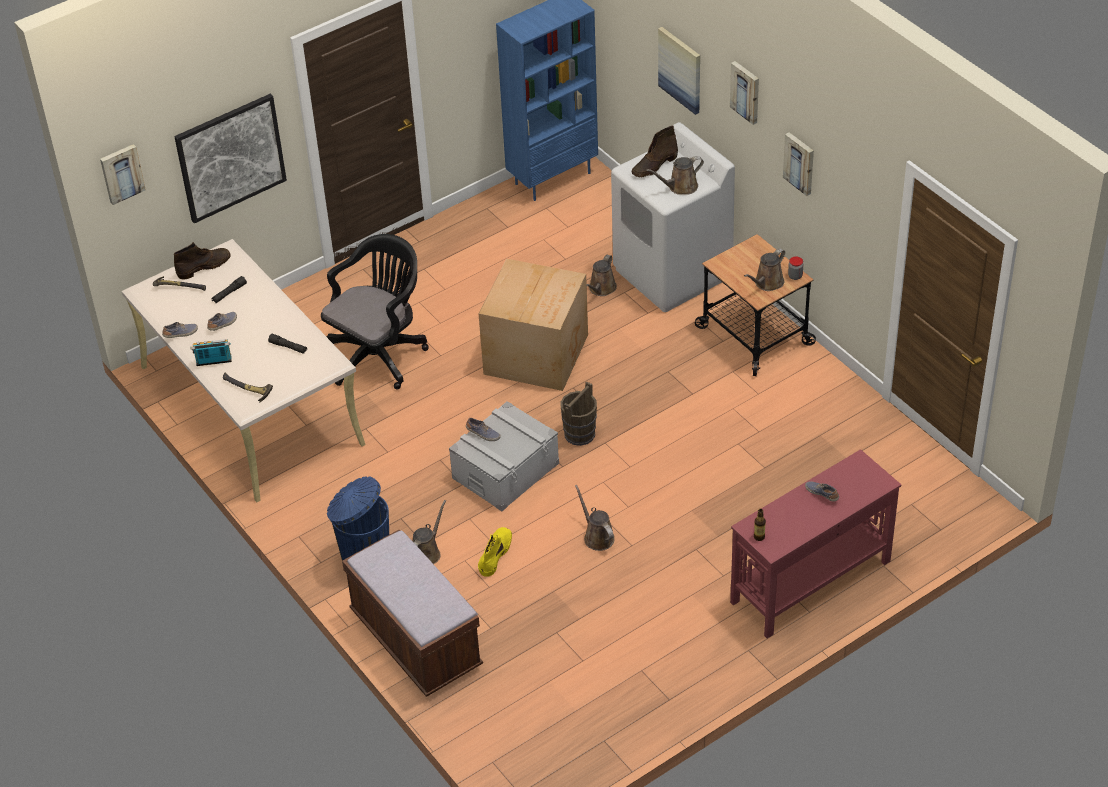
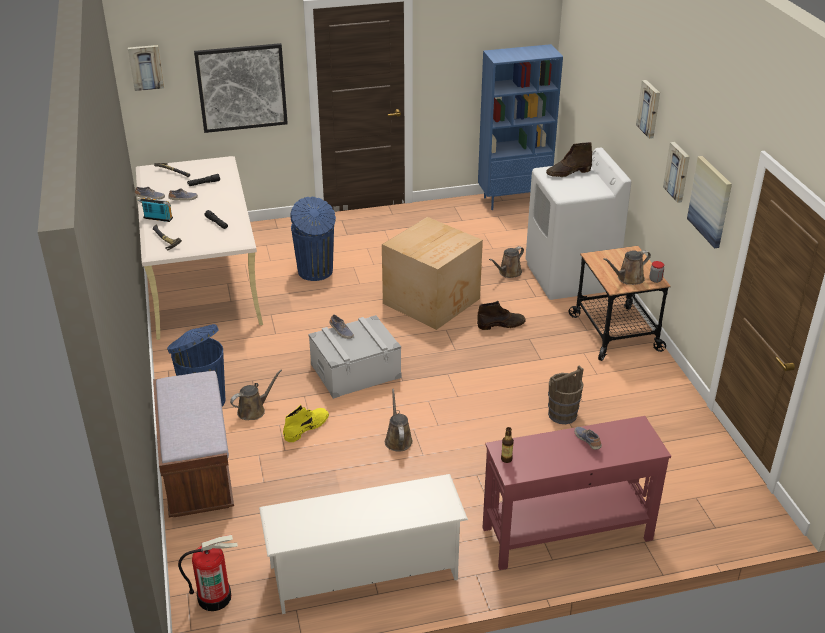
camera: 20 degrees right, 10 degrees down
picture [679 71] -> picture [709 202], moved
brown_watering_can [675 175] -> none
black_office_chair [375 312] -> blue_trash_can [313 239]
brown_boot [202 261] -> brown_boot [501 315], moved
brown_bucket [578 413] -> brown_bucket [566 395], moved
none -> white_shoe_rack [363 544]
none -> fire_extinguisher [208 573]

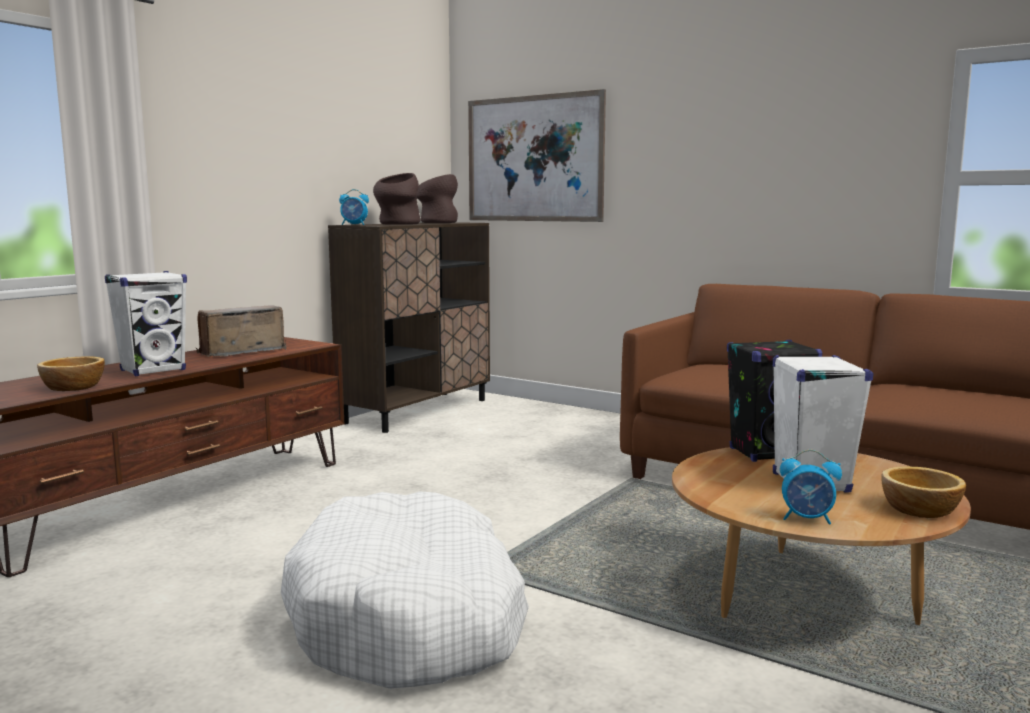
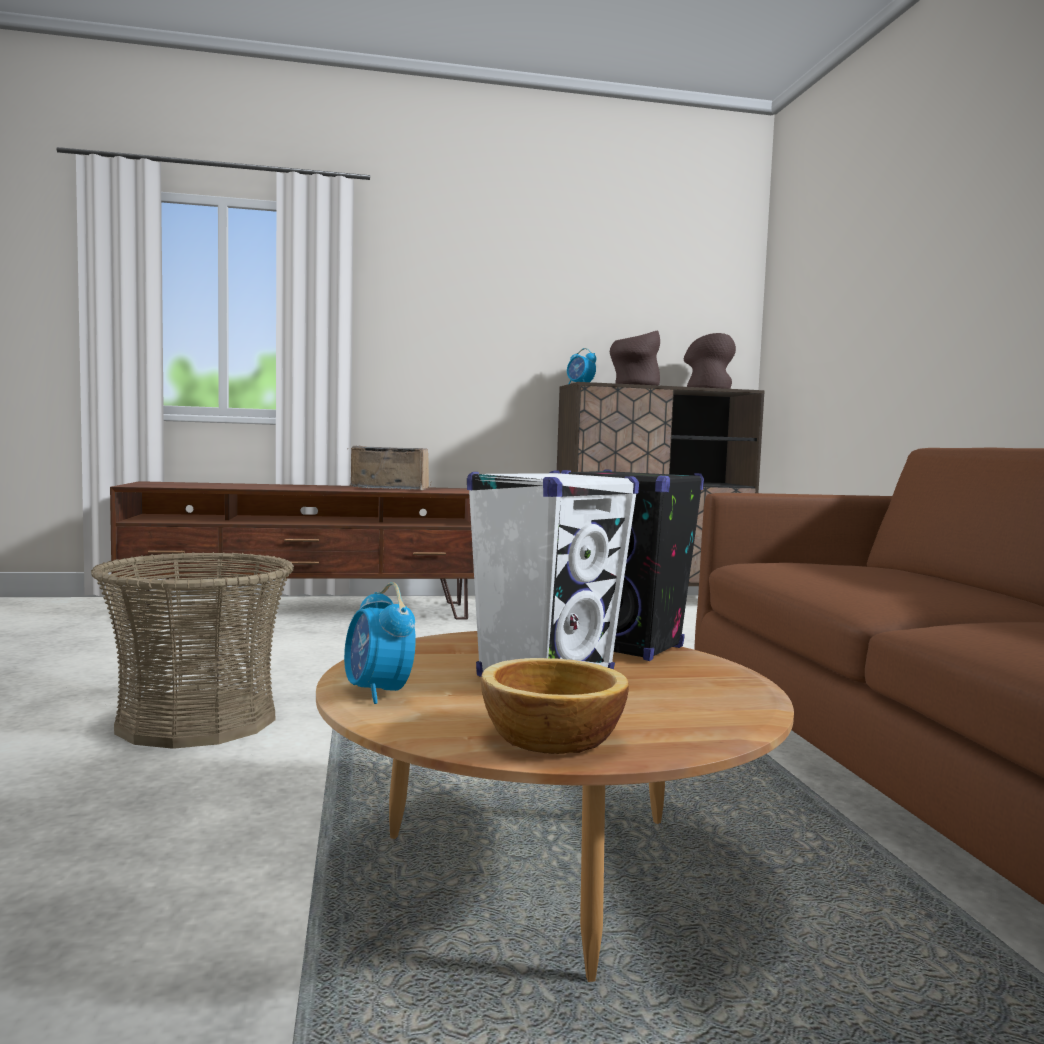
camera: 45 degrees right, 5 degrees down
picture [537 155] -> none
white_speaker [146 323] -> none
bowl [71 373] -> none
white_dog_bed [405 590] -> basket [192 650]

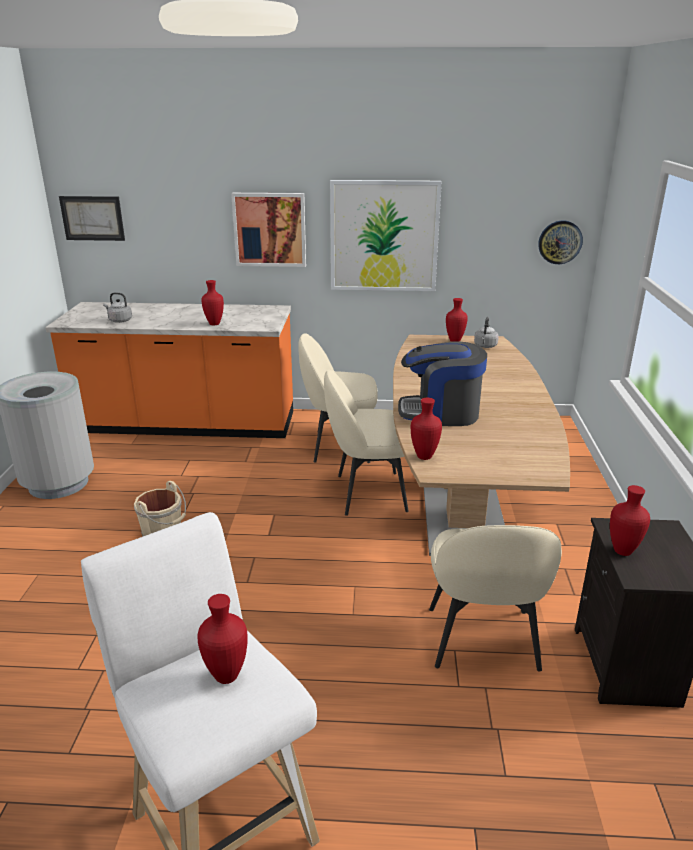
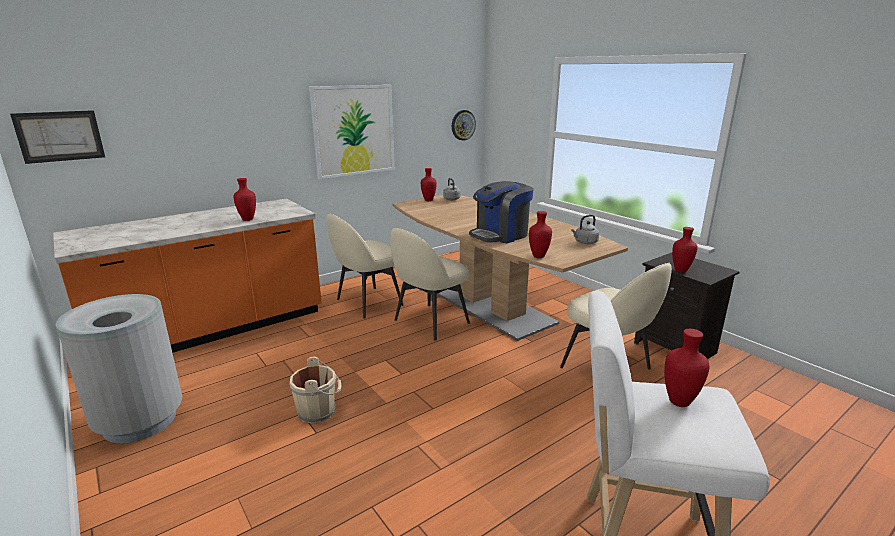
camera: 40 degrees left, 5 degrees down
picture [268 230] -> none
grey_kettle [117 307] -> grey_kettle [585 229], moved

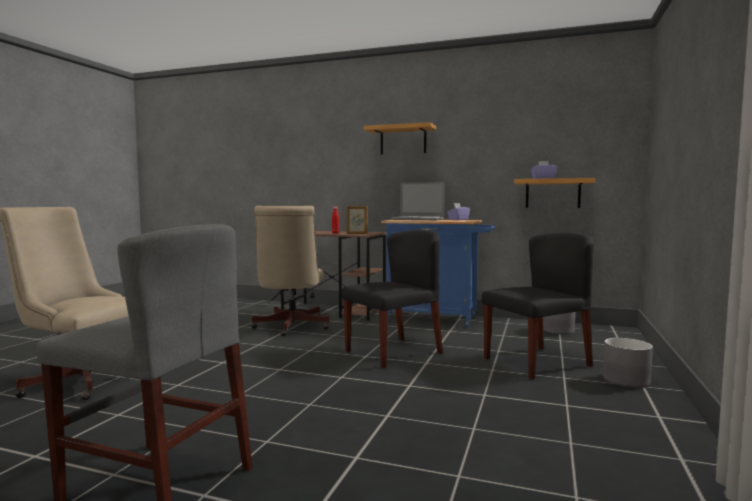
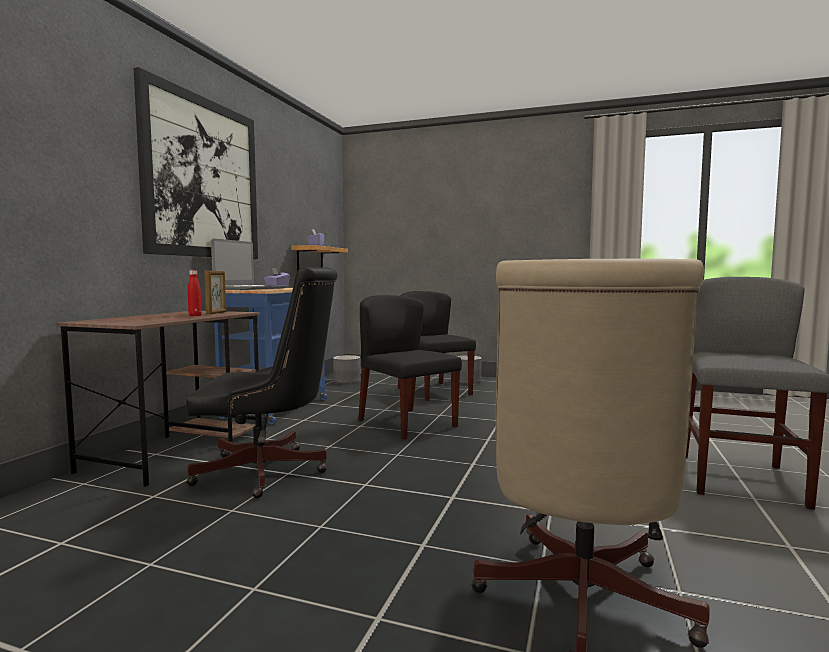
camera: 90 degrees left, 0 degrees up
shelf [400 138] -> picture [196 163]
beige_office_chair [290 271] -> black_office_chair [262 382]

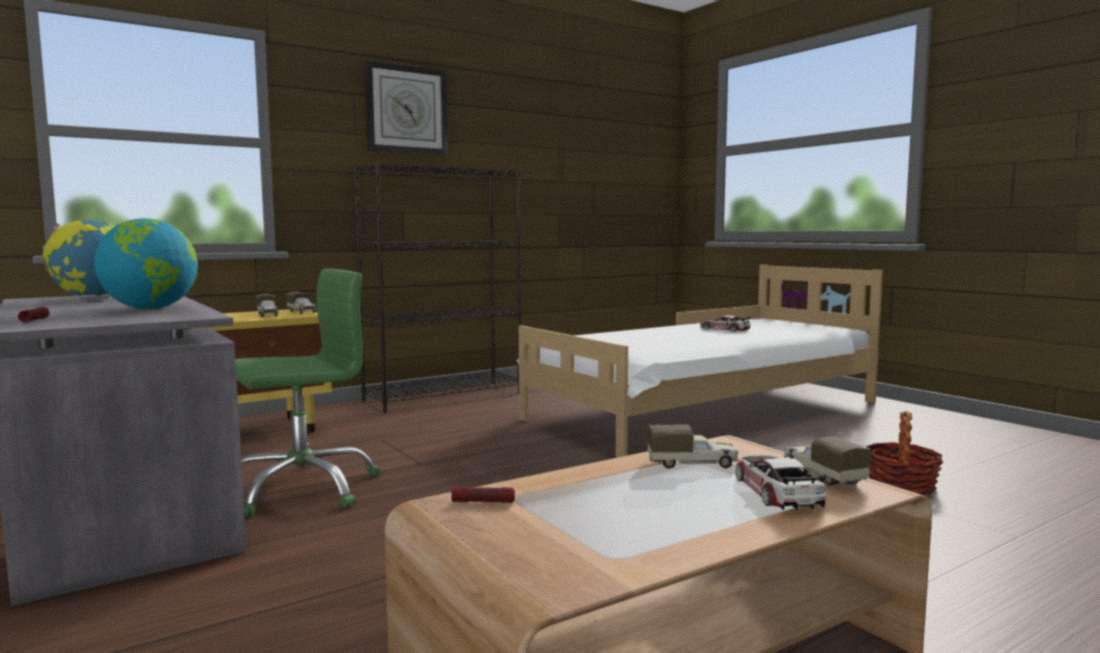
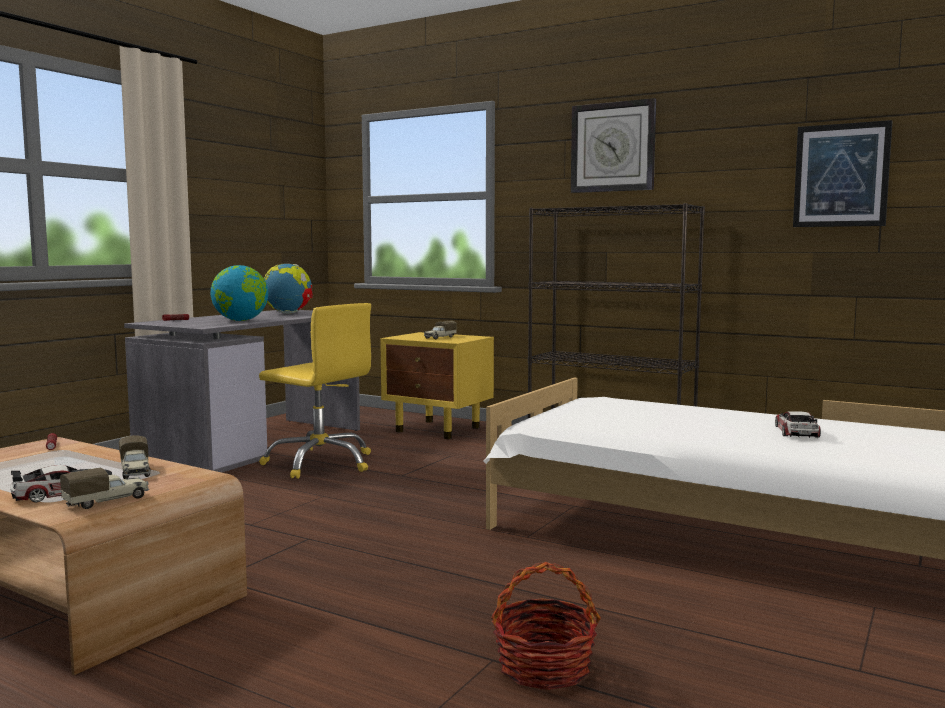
camera: 65 degrees right, 0 degrees up
green_office_chair [308 392] -> yellow_office_chair [315 391]
toy_truck [301 302] -> none
none -> picture [842 173]

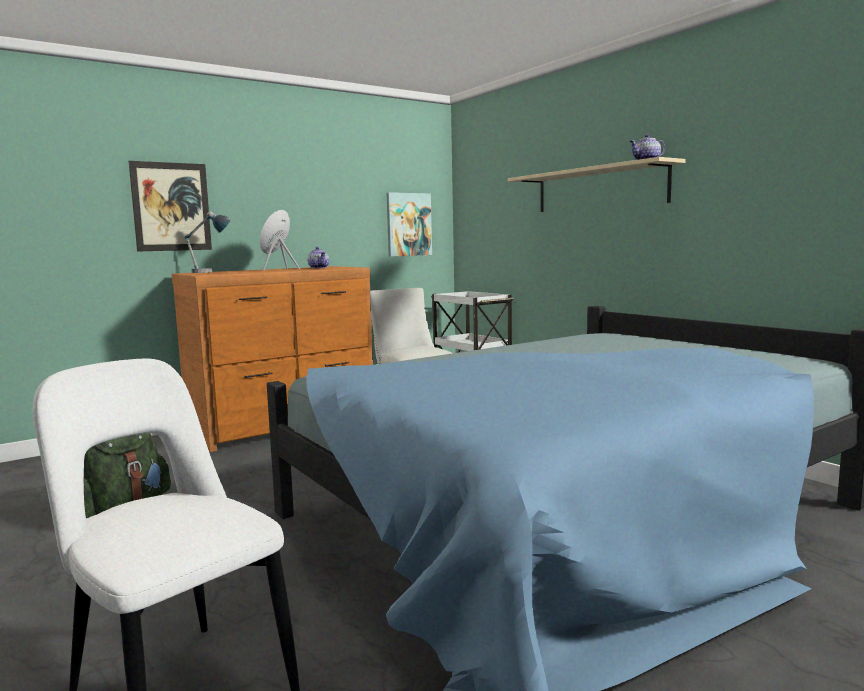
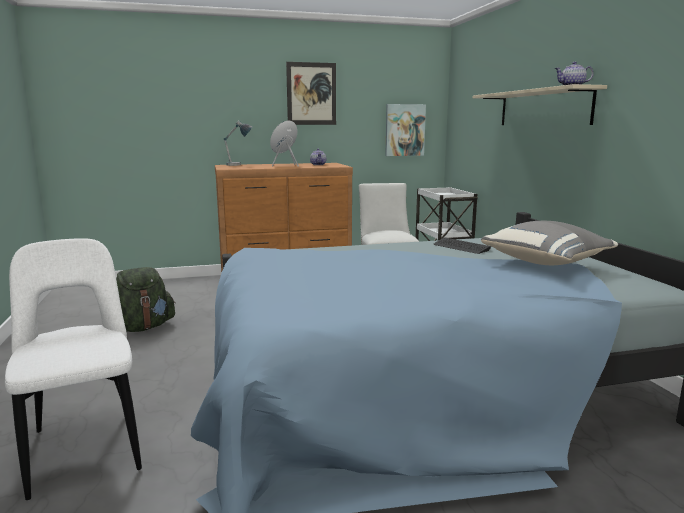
camera: 20 degrees right, 5 degrees up
picture [170 206] -> picture [311 93], moved
none -> grey_pillow [549 243]
none -> keyboard [462 245]

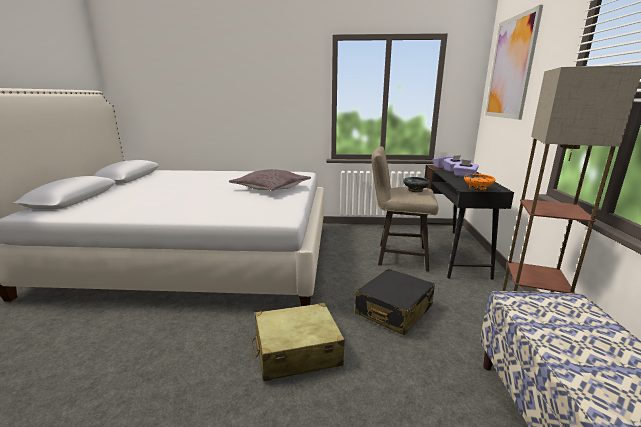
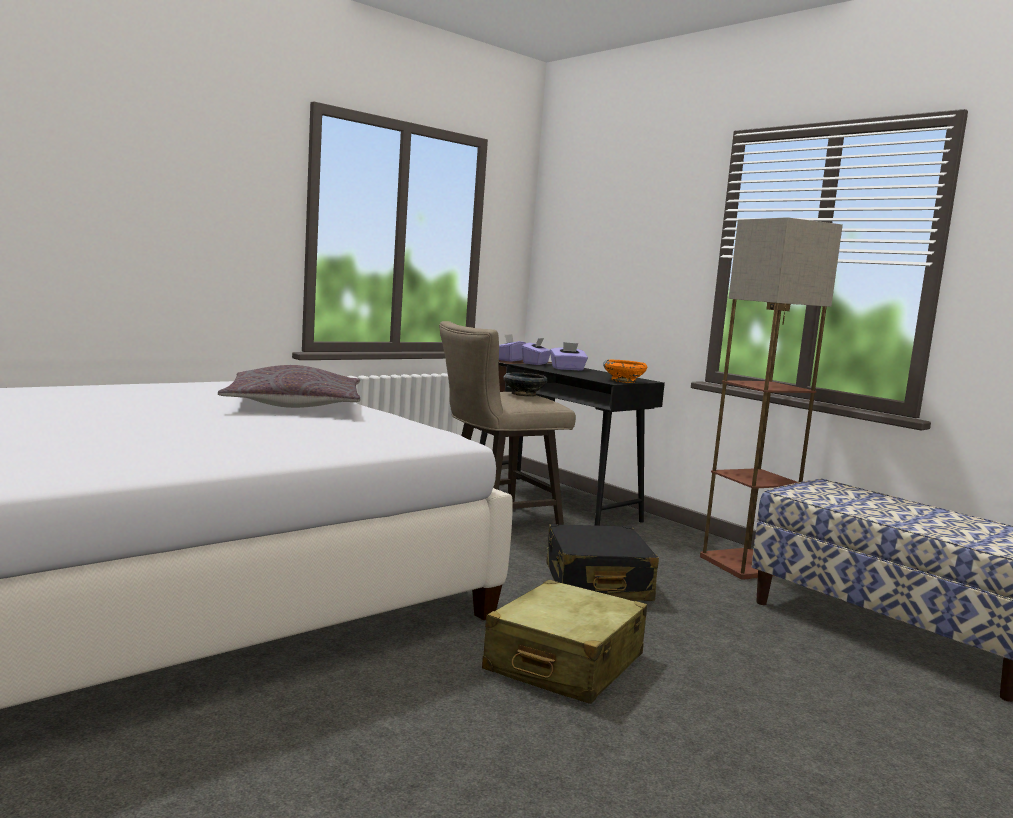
camera: 45 degrees left, 10 degrees down
picture [514 62] -> none

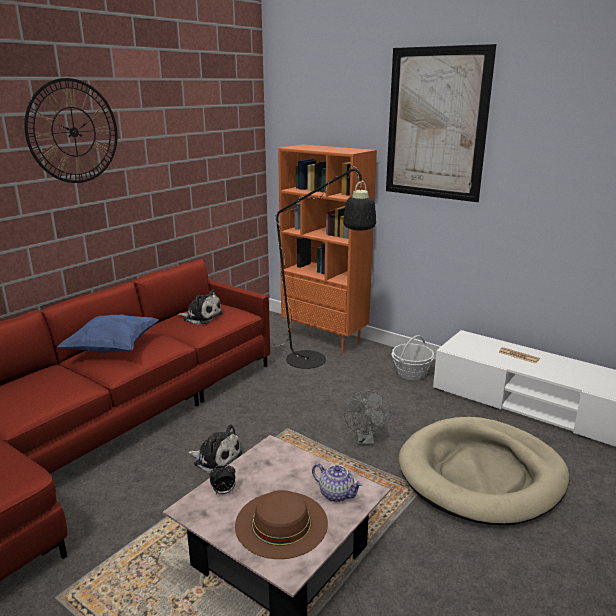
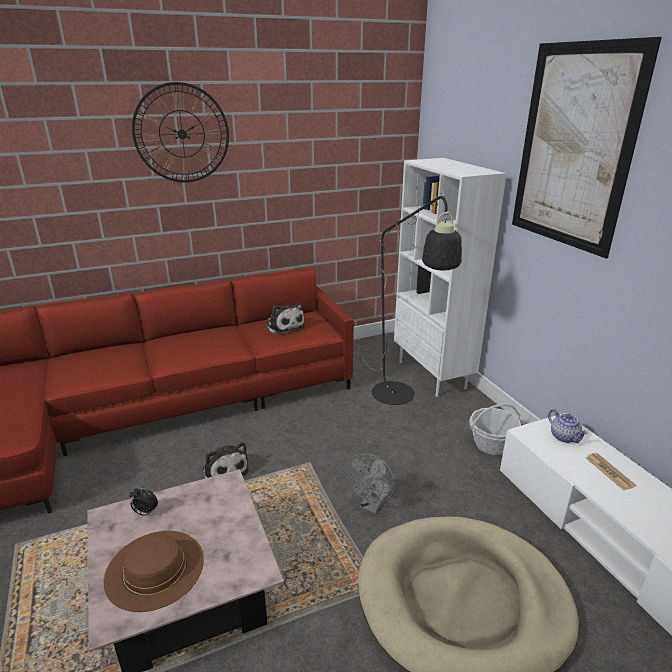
camera: 30 degrees right, 5 degrees up
orange_bookcase [327 248] -> white_bookcase [450 277]
blue_pillow [108 334] -> none
teapot [337 482] -> teapot [568 426], moved

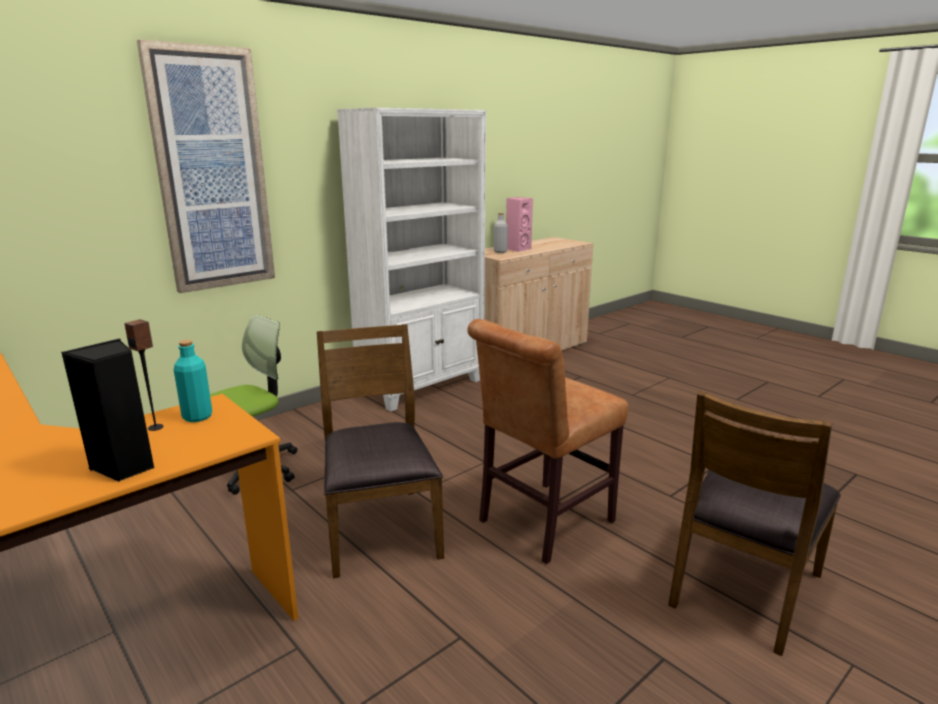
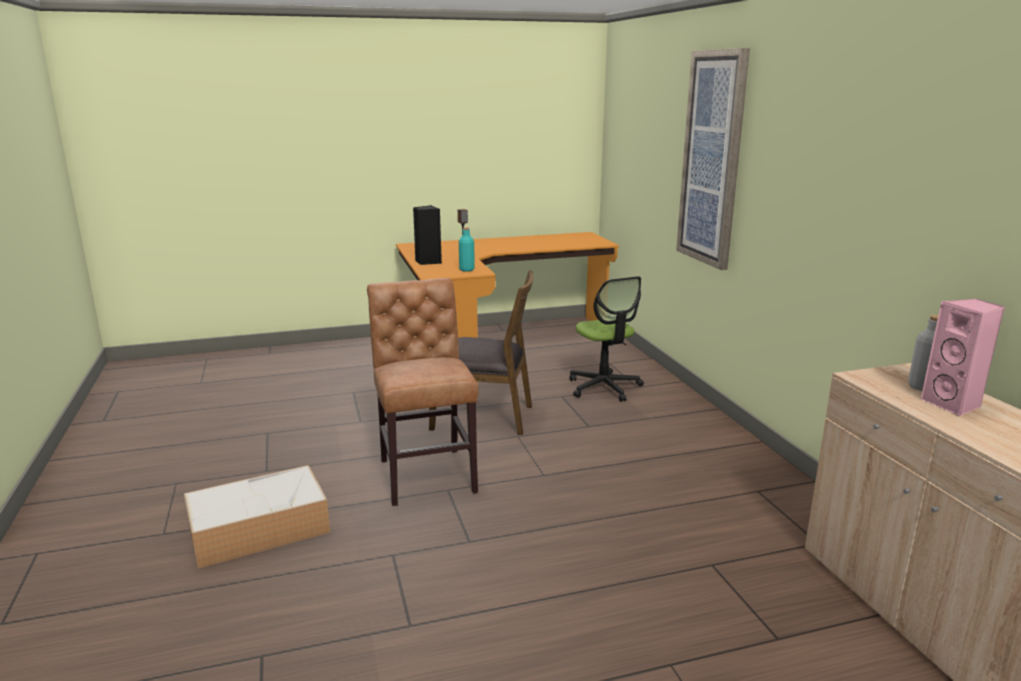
camera: 115 degrees right, 0 degrees up
white_bookcase [411 260] -> none
brown_chair [754 523] -> storage_box [257 516]

